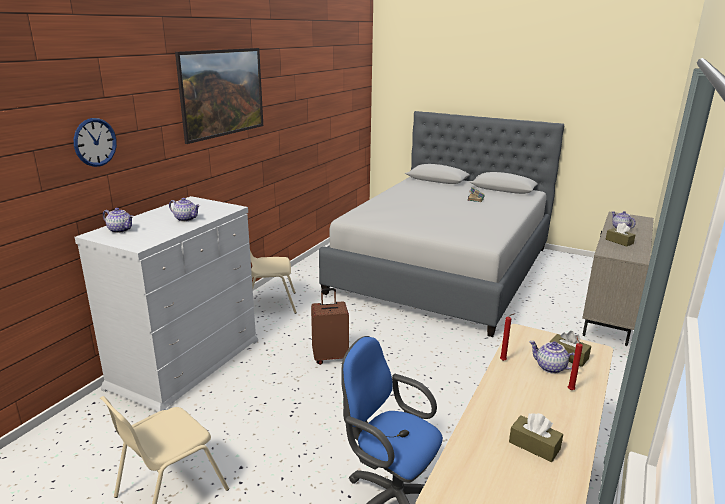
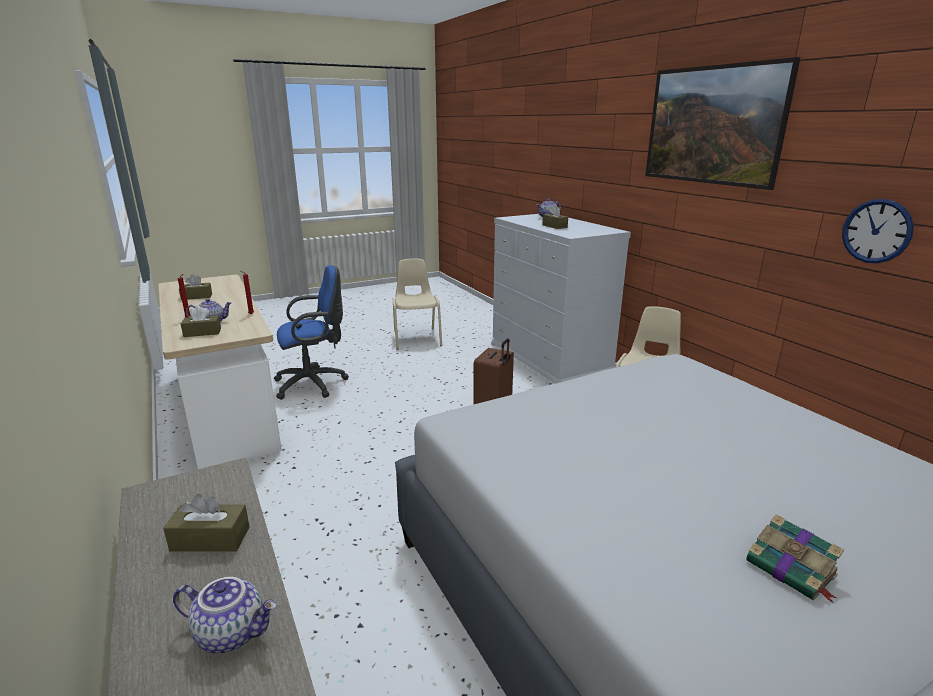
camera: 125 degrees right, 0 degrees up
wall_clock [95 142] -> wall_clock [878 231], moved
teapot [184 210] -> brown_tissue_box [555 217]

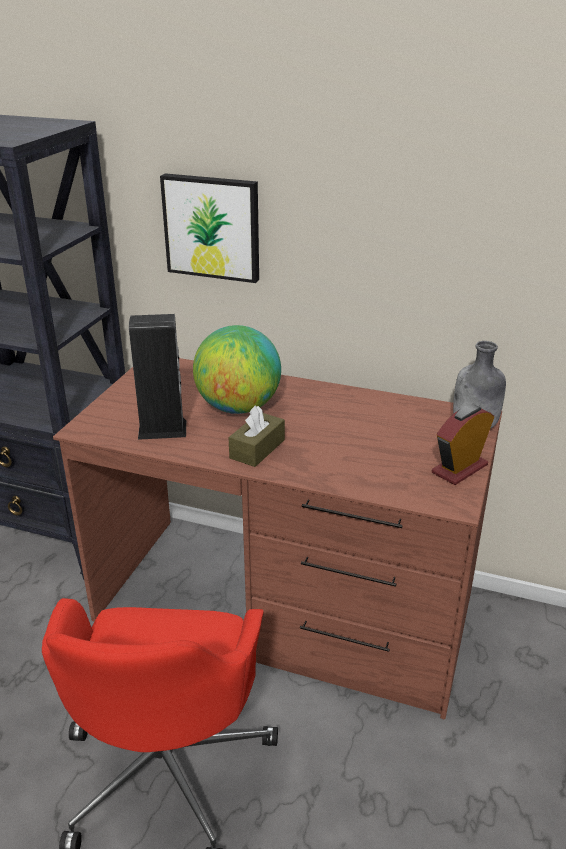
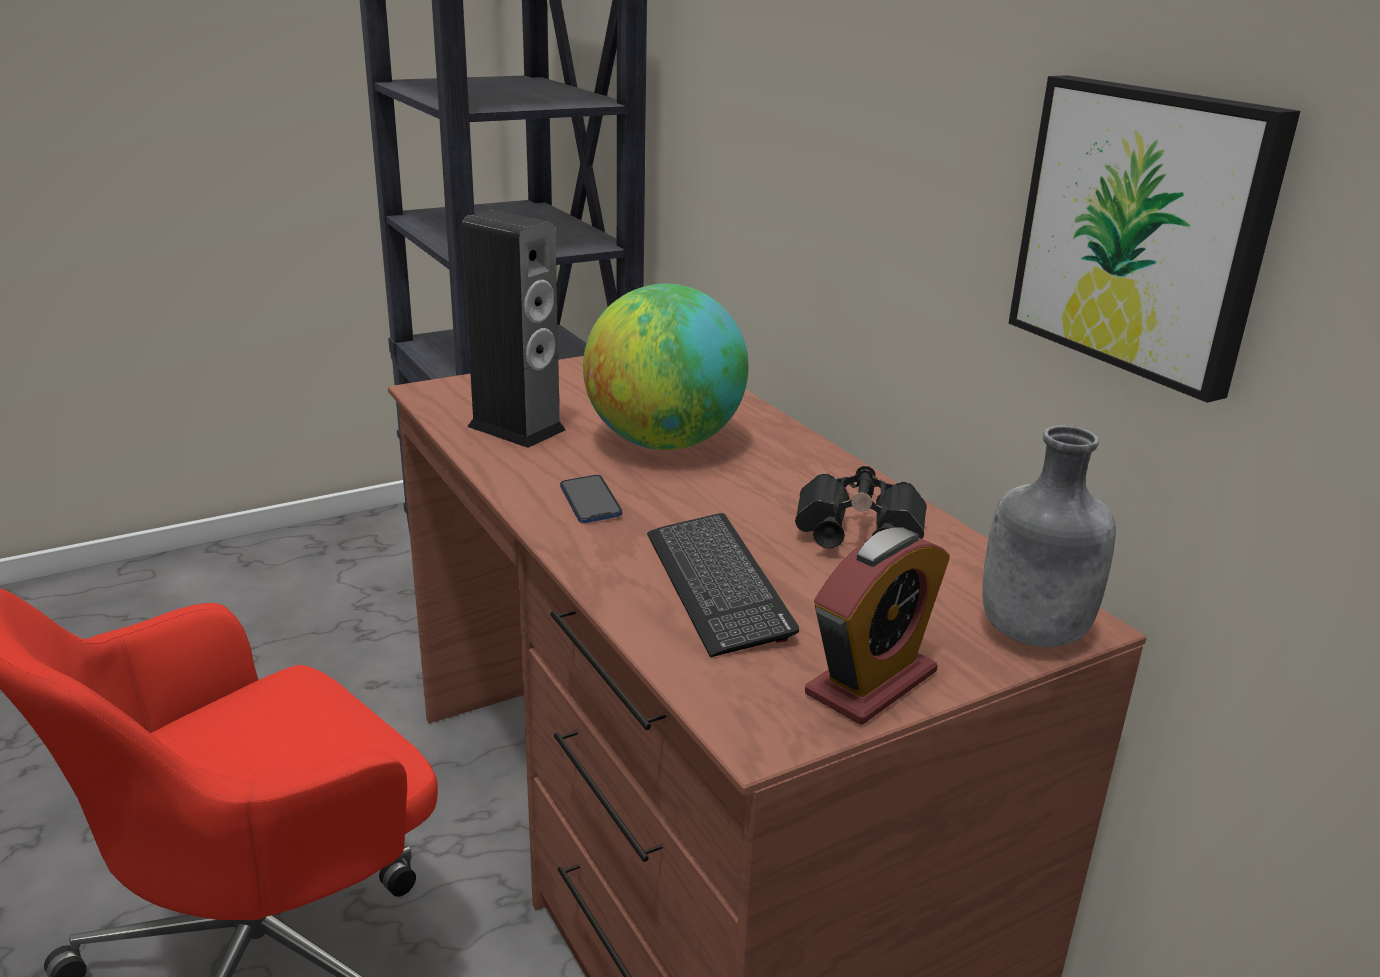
camera: 40 degrees right, 5 degrees down
picture [209 228] -> picture [1154 239], moved
brown_tissue_box [256 436] -> phone [591 499]
alarm_clock [463 445] -> alarm_clock [877 626], 135 degrees clockwise
none -> black_binoculars [861 507]
none -> keyboard [723 585]

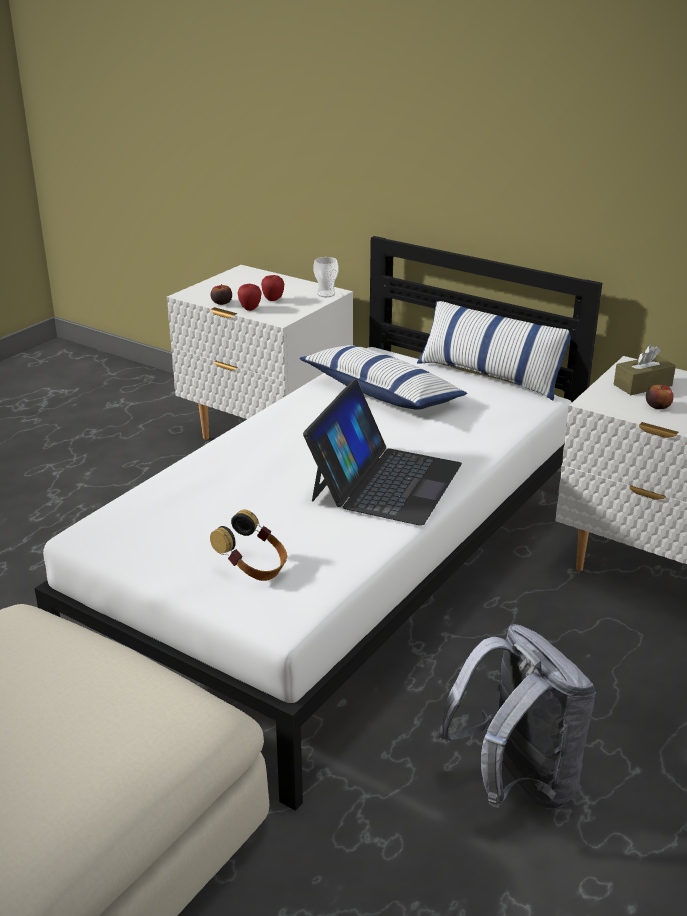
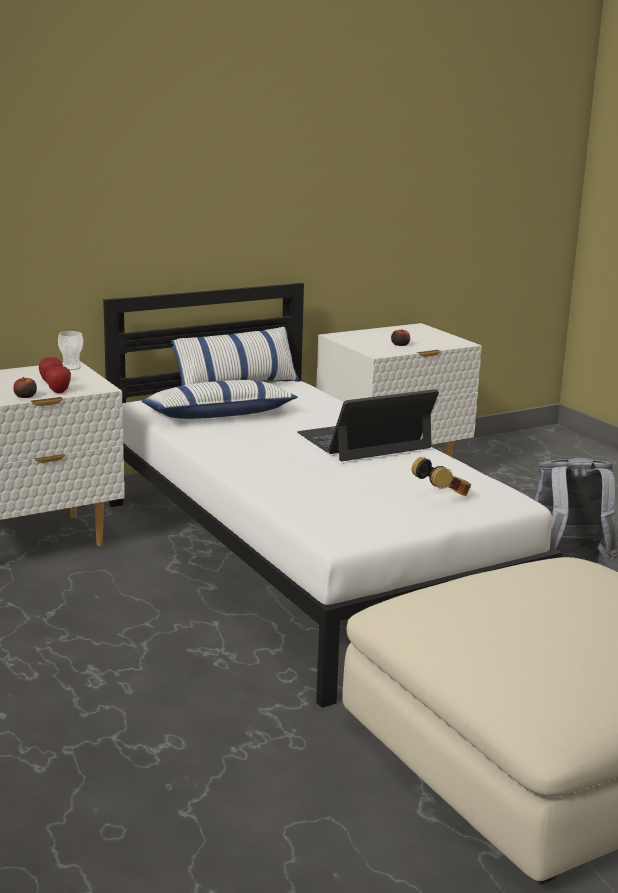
camera: 65 degrees left, 10 degrees down
brown_tissue_box [645 370] -> none
laptop [382 452] -> laptop [368 425], 75 degrees counterclockwise

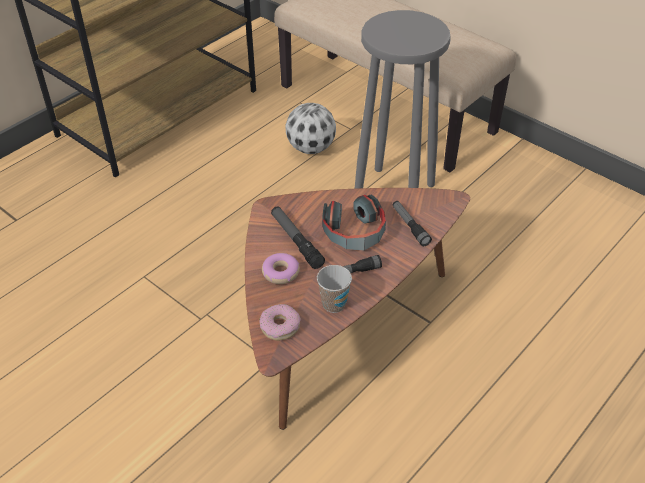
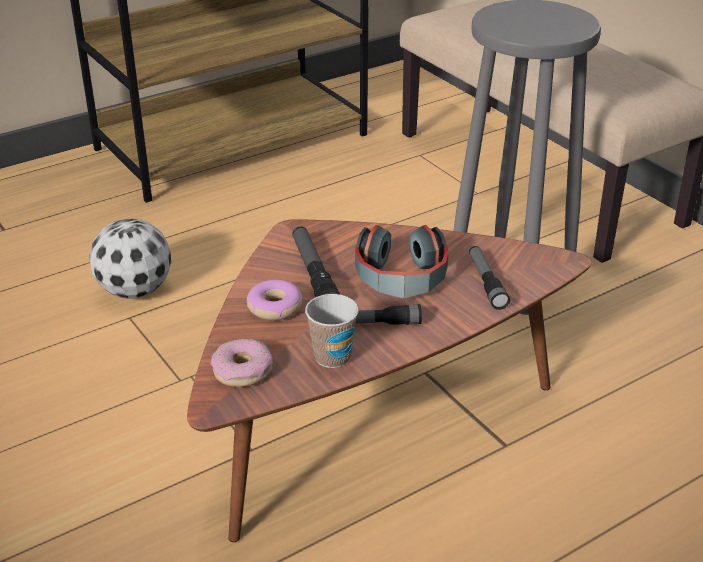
camera: 15 degrees right, 10 degrees down
football [310 128] -> football [130 258], moved

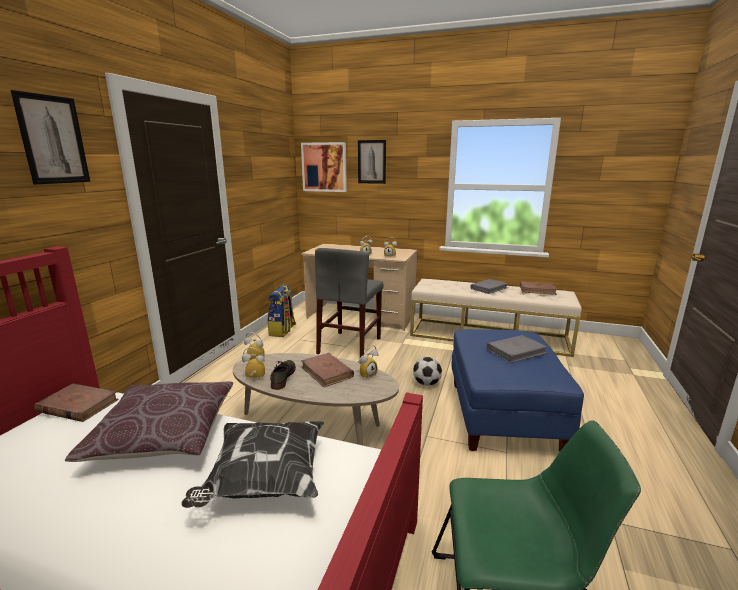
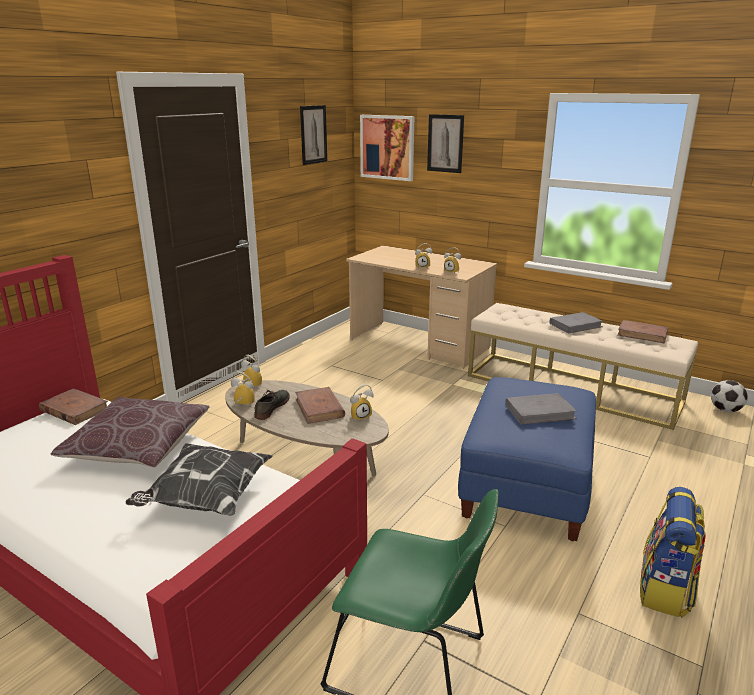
camera: 15 degrees right, 5 degrees up
picture [50 137] -> picture [313 135], moved
grey_chair [349 302] -> none
backpack [282 311] -> backpack [673 552], moved
football [427 371] -> football [729 396], moved

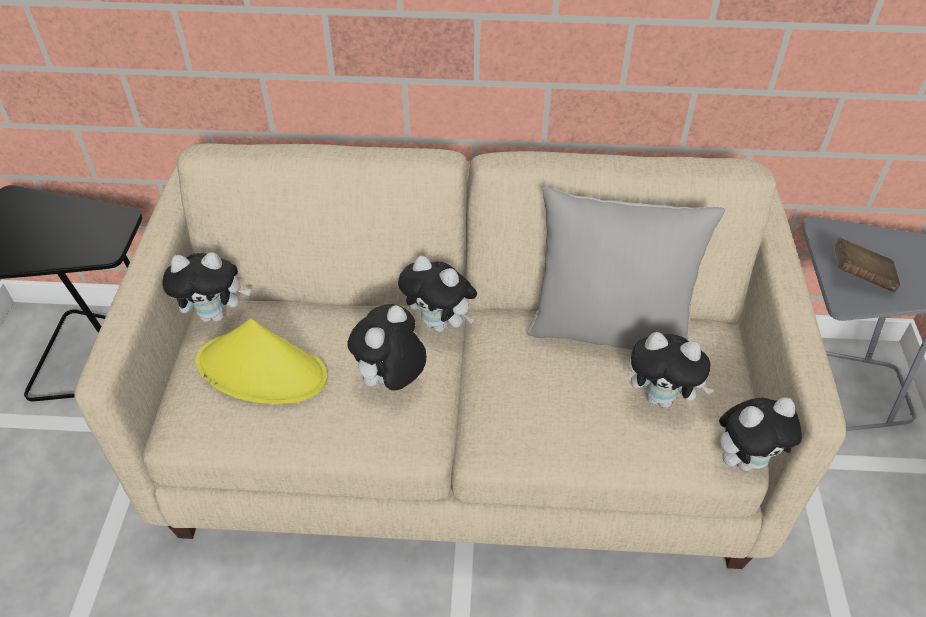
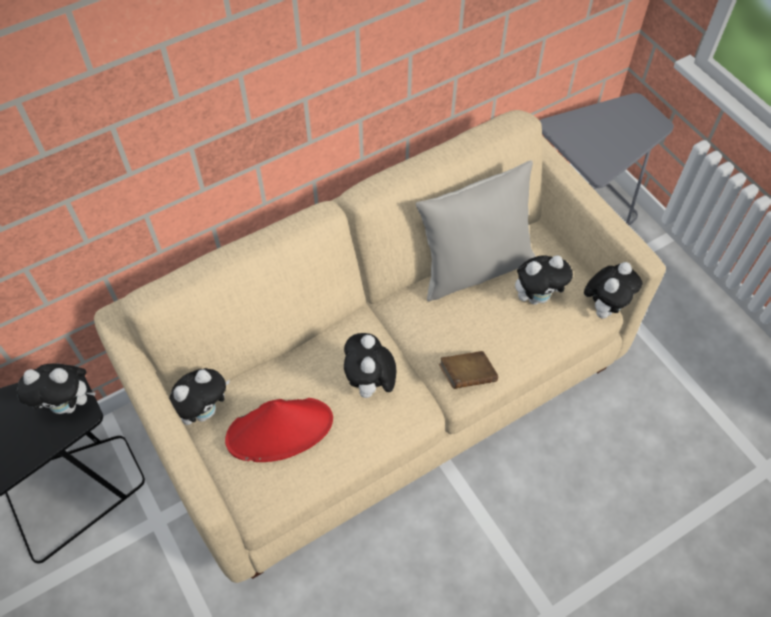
camera: 35 degrees left, 10 degrees up
brown_book [866 264] -> brown_book [468 370], moved
plush_toy [437 294] -> plush_toy [56 388], moved
yellow_hat [262 361] -> red_hat [279 430]

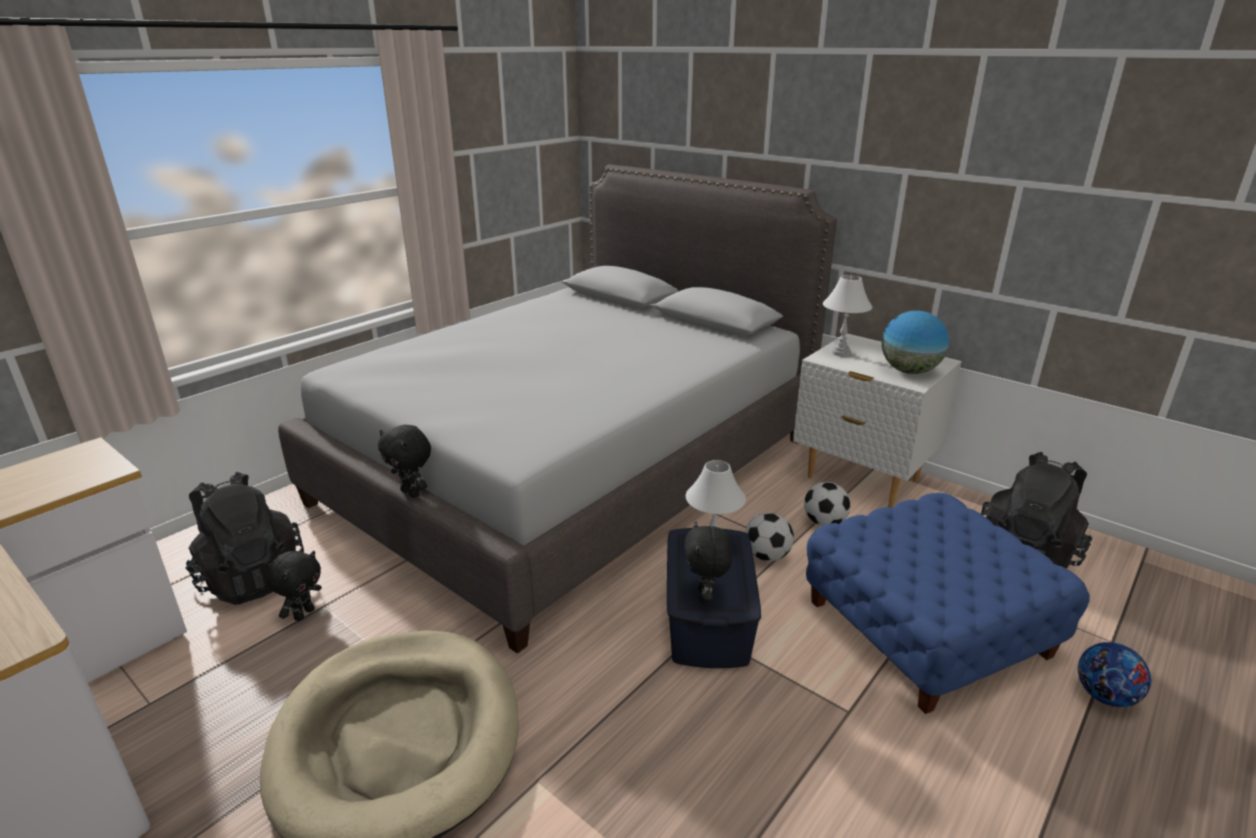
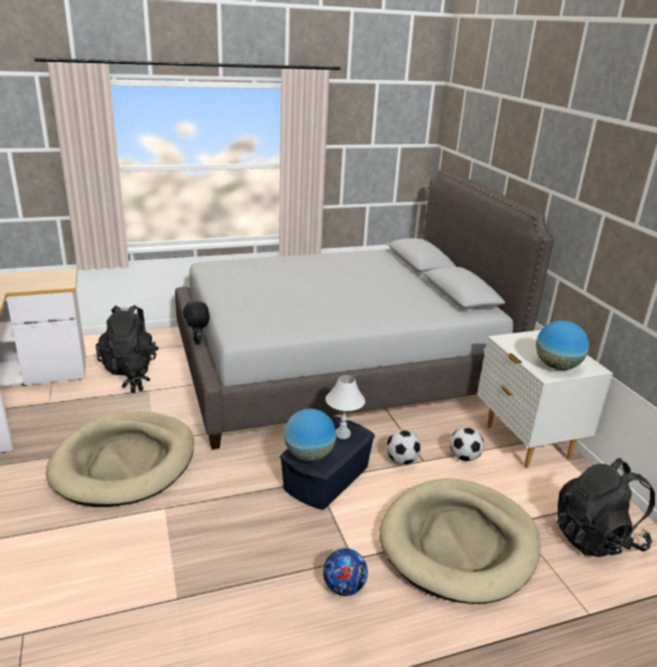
camera: 30 degrees right, 0 degrees up
white_table_lamp [847 316] -> none
blue_ottoman [948 603] -> beige_dog_bed [460 541]
black_plush_toy [708 562] -> globe [310 435]
football [1114 674] -> football [345 572], moved

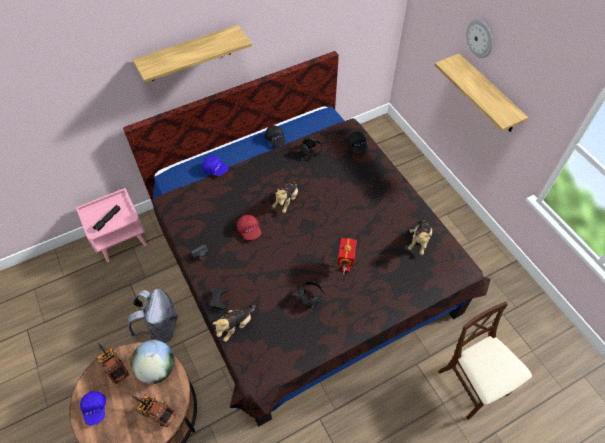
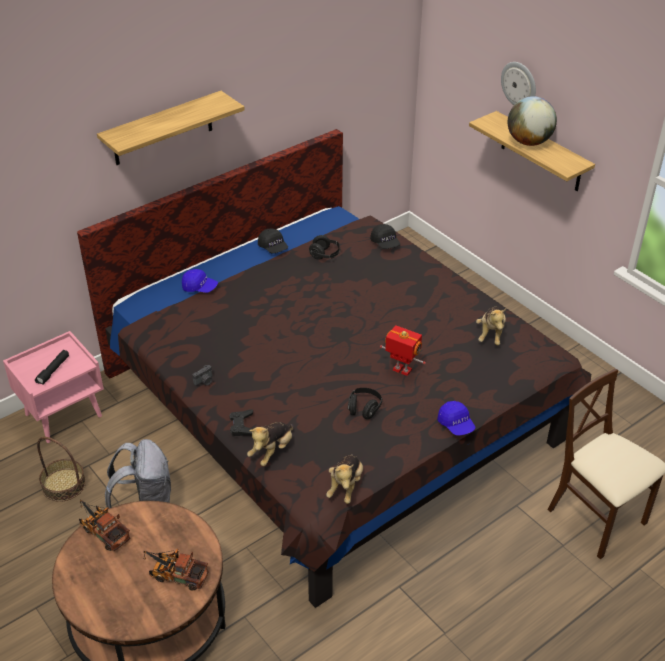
camera: 10 degrees left, 15 degrees down
plush_toy [285 197] -> plush_toy [344 479], moved
red_cap [249 227] -> none
toy_robot [347 256] -> toy_robot [403 350], 60 degrees counterclockwise
globe [152 362] -> globe [532 121], moved
blue_cap [93 408] -> blue_cap [456 418], moved
none -> basket [61 469]

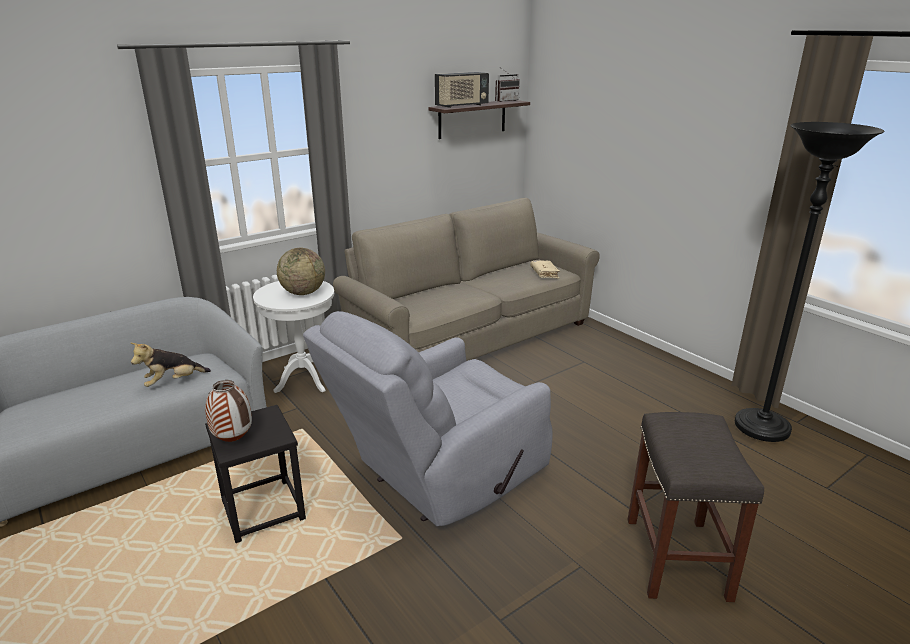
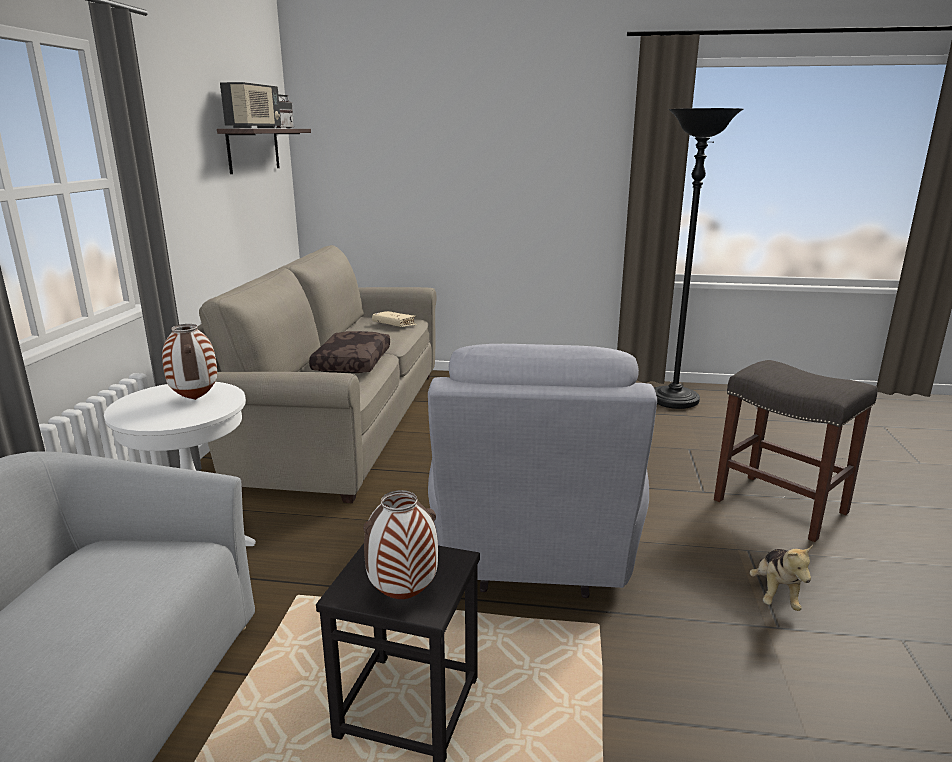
camera: 45 degrees left, 5 degrees down
globe [301 271] -> vase [189 362]
plush_toy [171 365] -> plush_toy [781 578], moved
none -> brown_pillow [349 352]

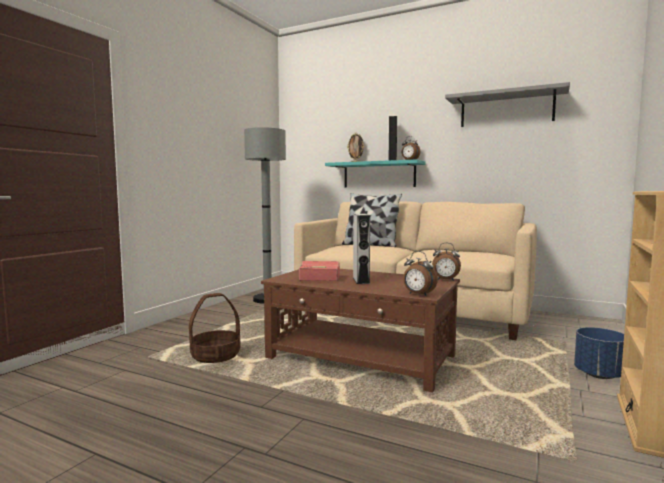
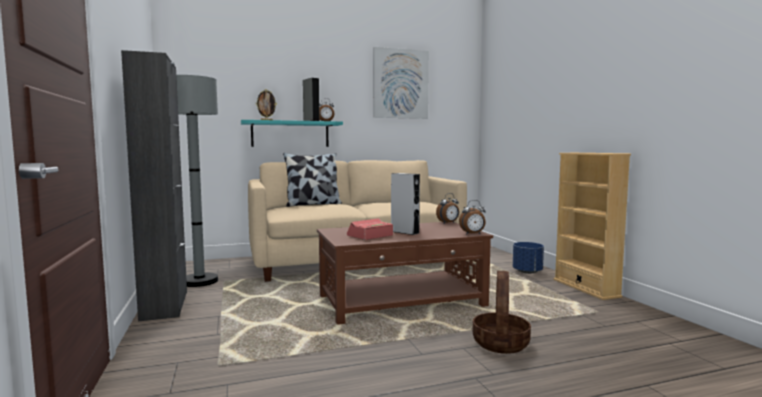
camera: 45 degrees left, 0 degrees up
grey_shelf [507 104] -> picture [401 83]
basket [215 328] -> basket [502 312], moved
none -> black_cabinet [154 185]

